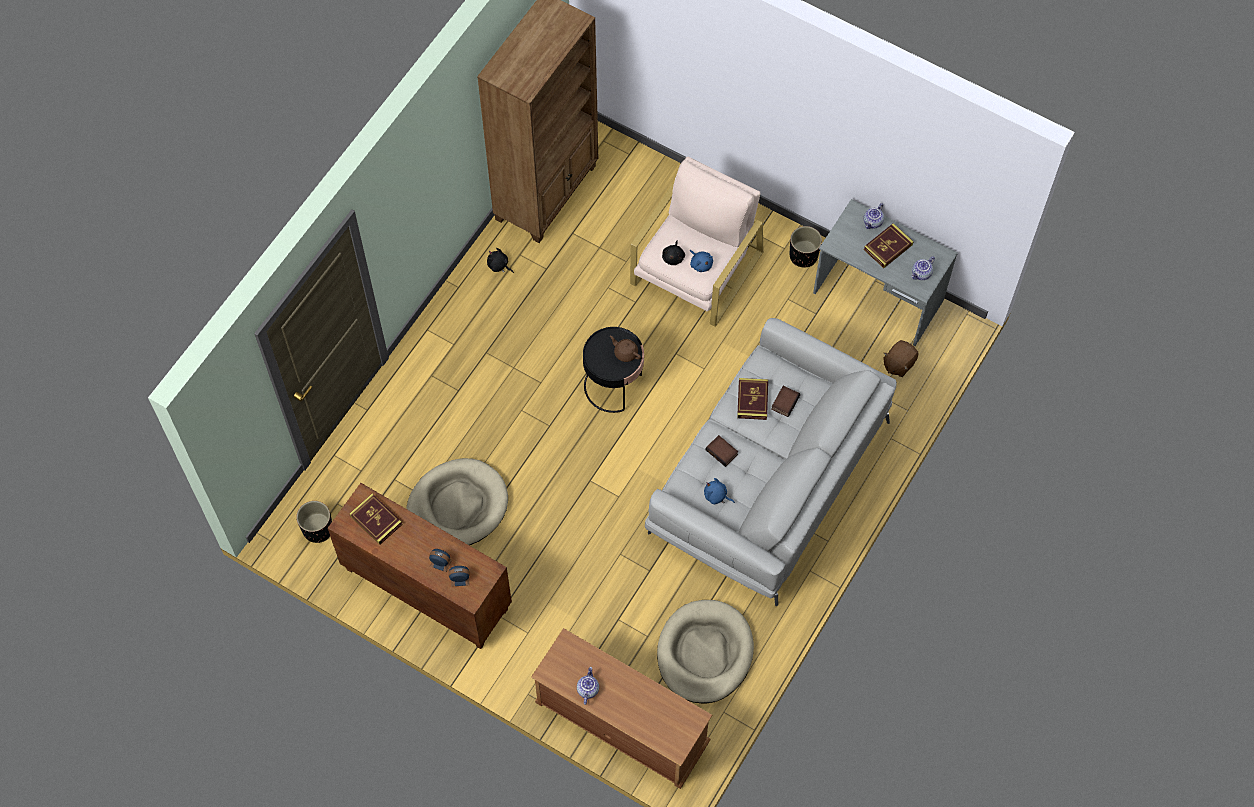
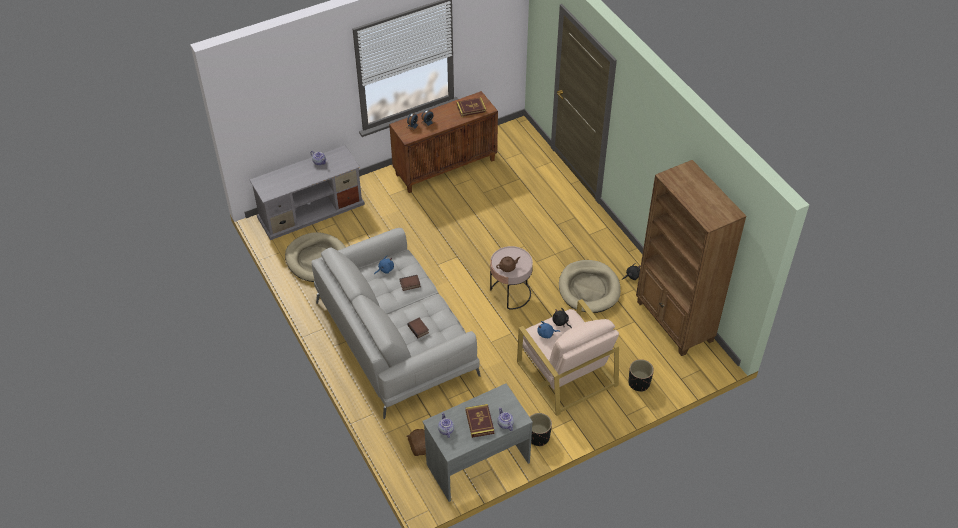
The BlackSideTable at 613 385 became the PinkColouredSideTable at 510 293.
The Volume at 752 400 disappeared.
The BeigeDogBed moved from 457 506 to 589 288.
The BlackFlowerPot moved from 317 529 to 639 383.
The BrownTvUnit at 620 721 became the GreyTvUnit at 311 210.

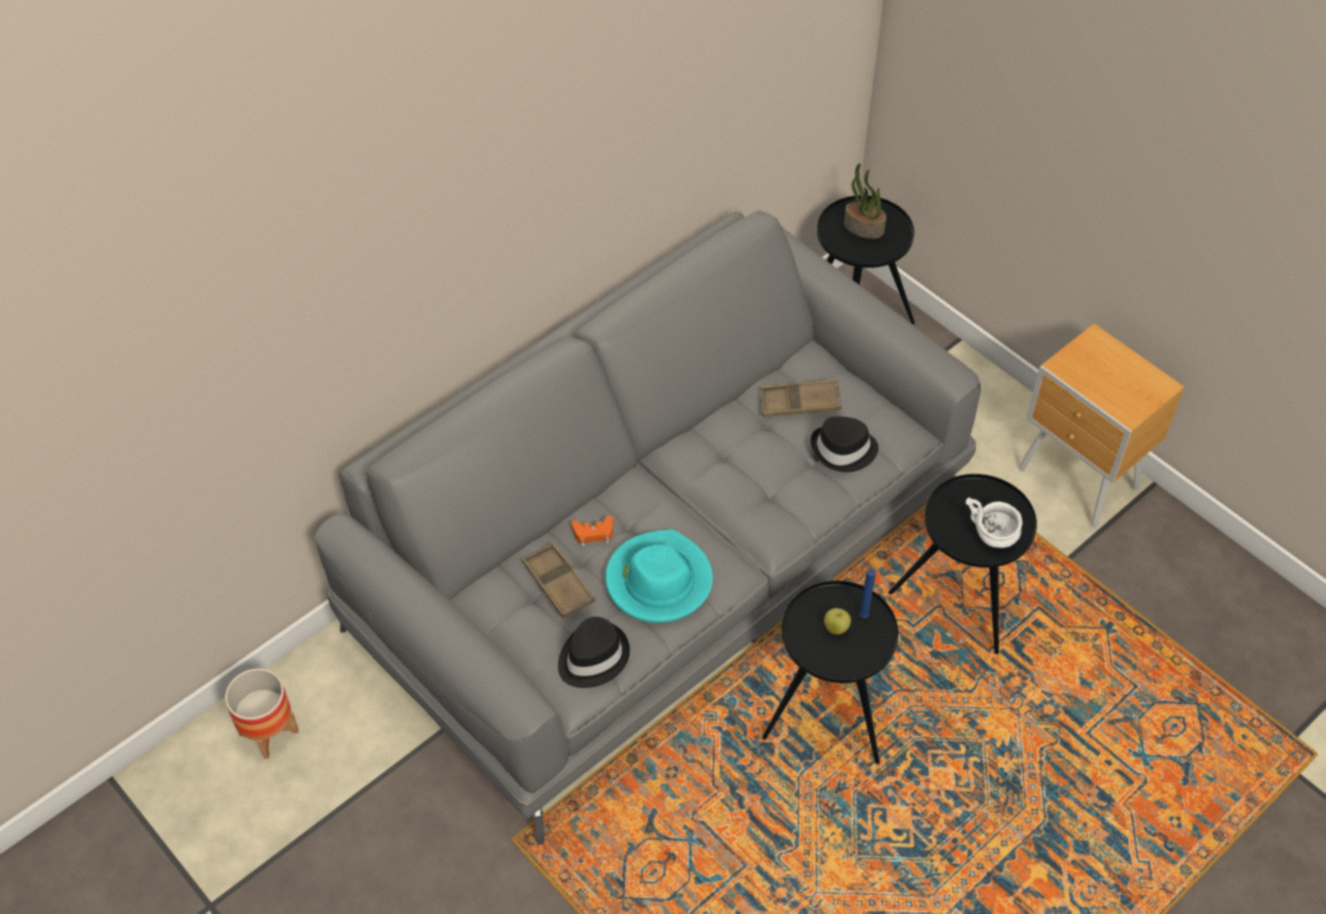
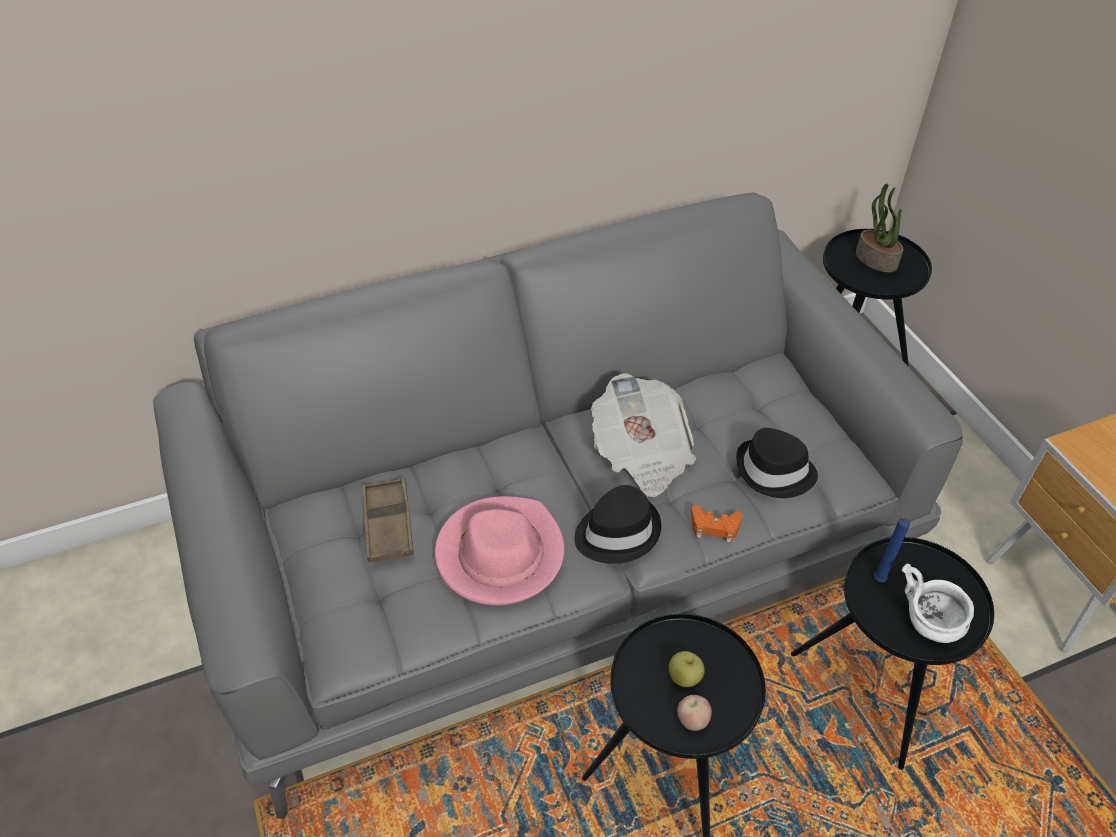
The BrownTray at 800 403 disappeared.
The OrangeyGamepad moved from 593 533 to 714 527.
The TurquoiseWearableHat at 658 580 became the PinkColouredWearableHat at 499 553.
The BlueColouredCandle moved from 861 615 to 877 578.
The BlackWearableHat moved from 592 657 to 617 531.
The FlowerPot at 269 732 disappeared.
The DailyPaper at 642 454 appeared.
The WholeApple at 692 720 appeared.

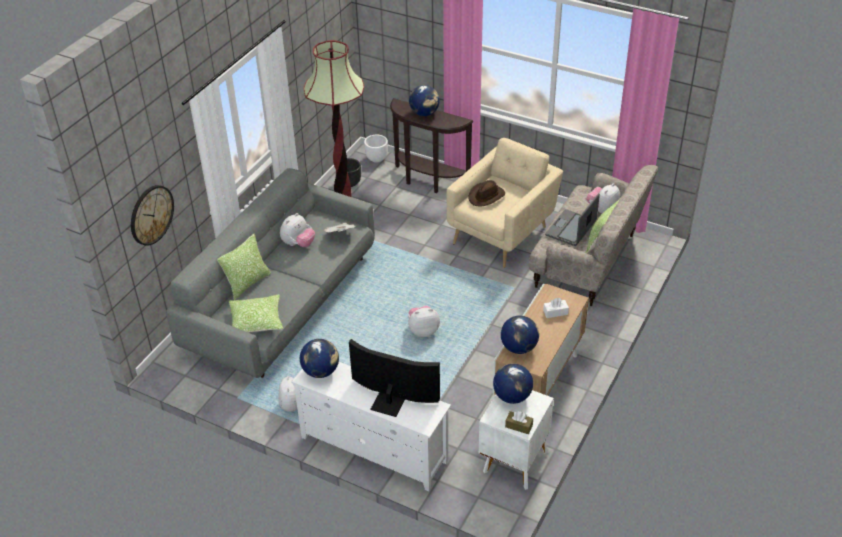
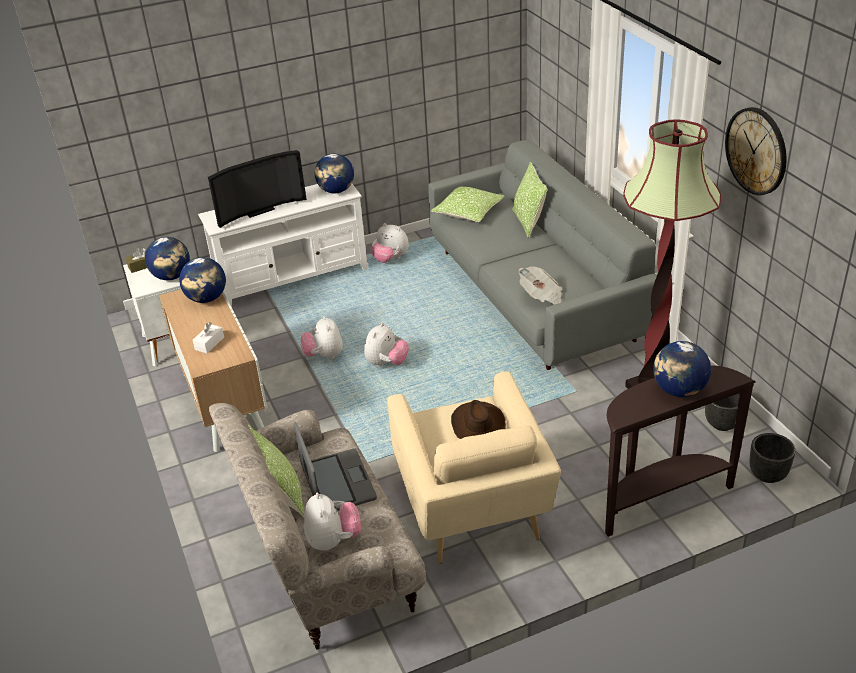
The WhitishFlowerPot at 377 158 became the BlackFlowerPot at 767 475.
The HangingClock moved from 151 215 to 756 151.
The SoftToy moved from 298 244 to 324 356.

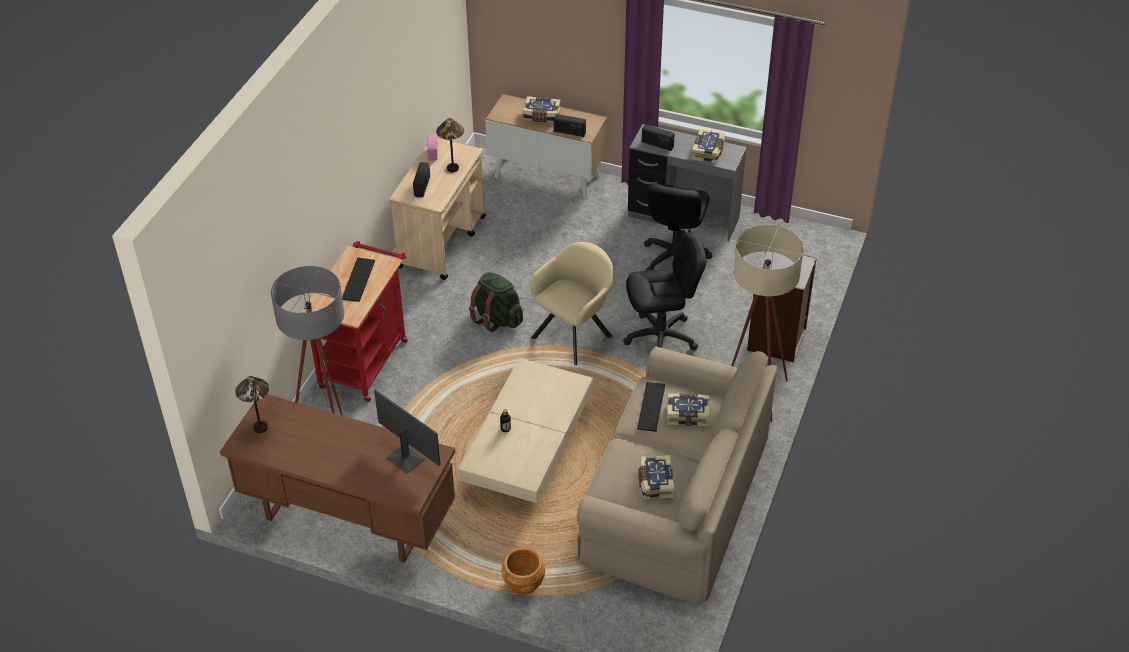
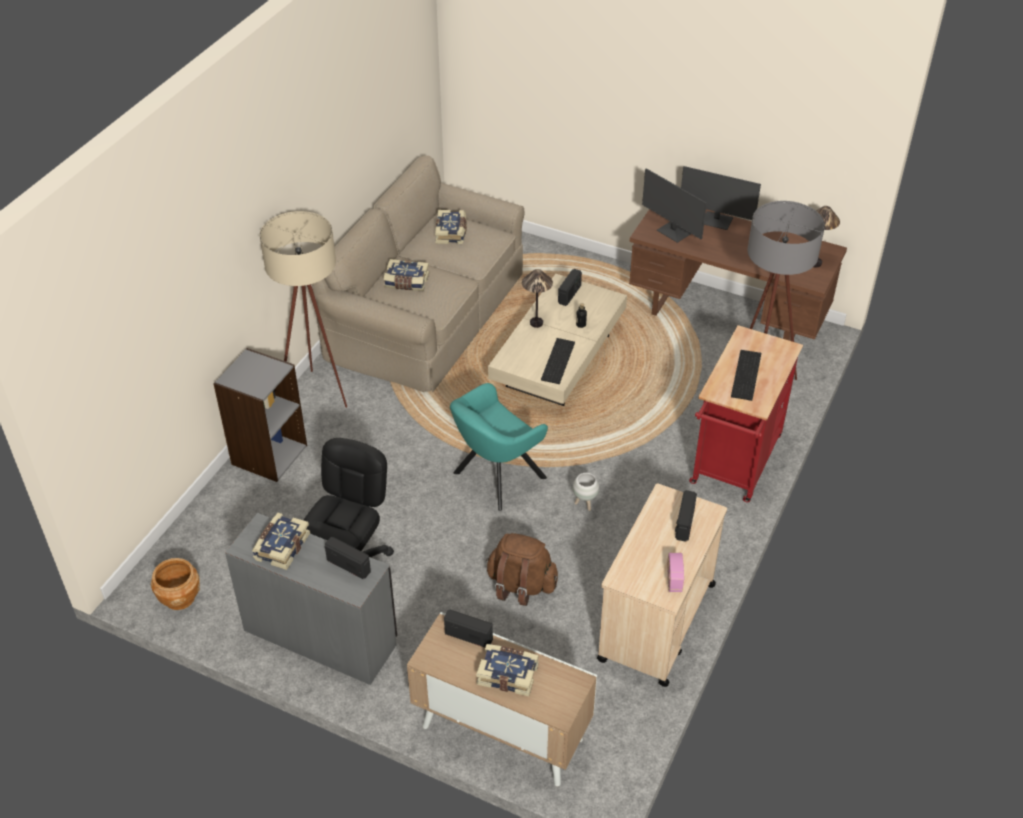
The TabletopLamp moved from 452 168 to 536 323.
The BlackComputerChair at 661 338 disappeared.
The BeigeArmchair at 575 334 became the TurquoiseArmchair at 495 477.
The GreenRucksack at 497 318 was replaced by the WhitishFlowerPot at 585 504.
The Keyboard moved from 652 407 to 557 360.
The BrownFlowerPot moved from 524 583 to 179 597.
The ComputerDisplay at 716 221 appeared.
The RadioReceiver at 569 294 appeared.
The BrownRucksack at 521 585 appeared.

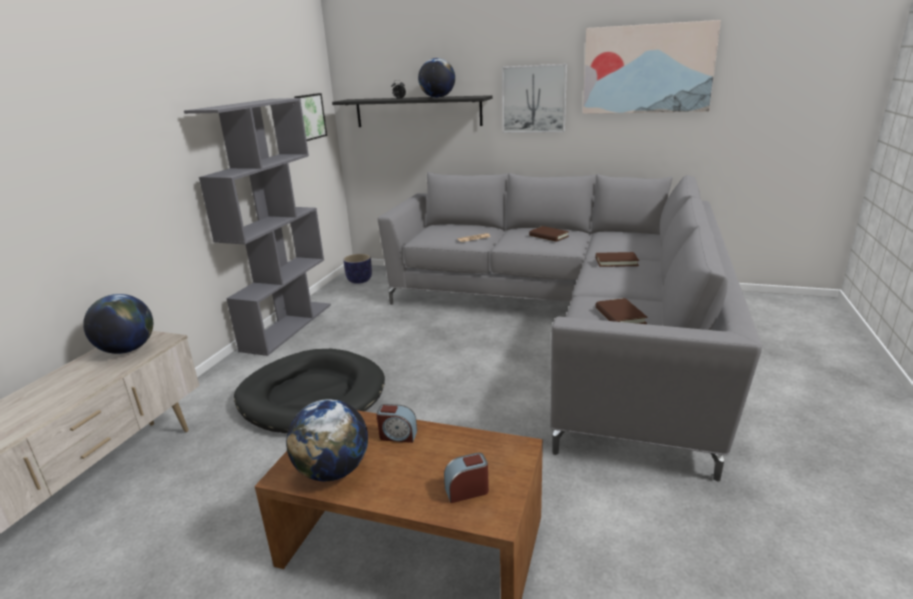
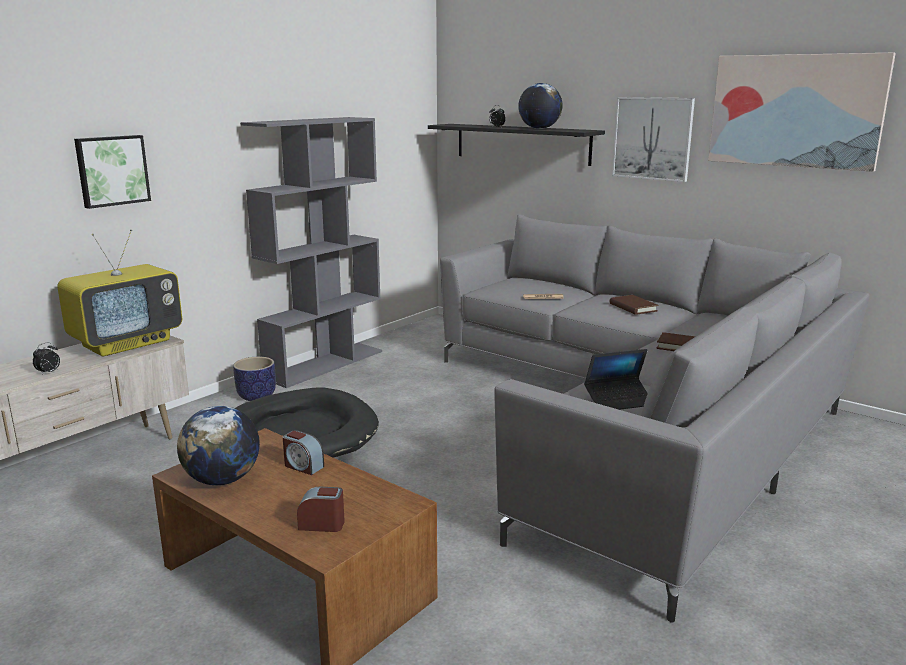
The WallArt moved from 309 117 to 112 170.
The FlowerPot moved from 359 280 to 256 396.
The Globe at 127 349 was replaced by the Tv at 127 343.
The BrownVolume at 620 316 was replaced by the NotebookComputer at 618 401.
The BedsideClock at 49 372 appeared.

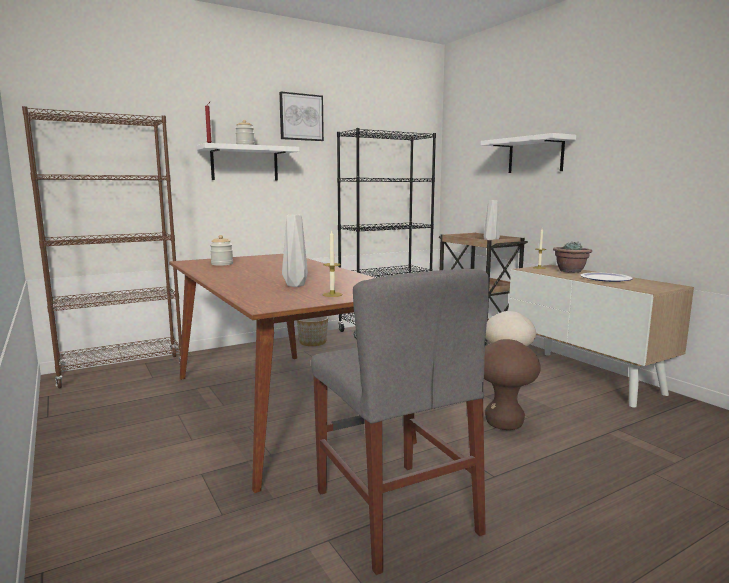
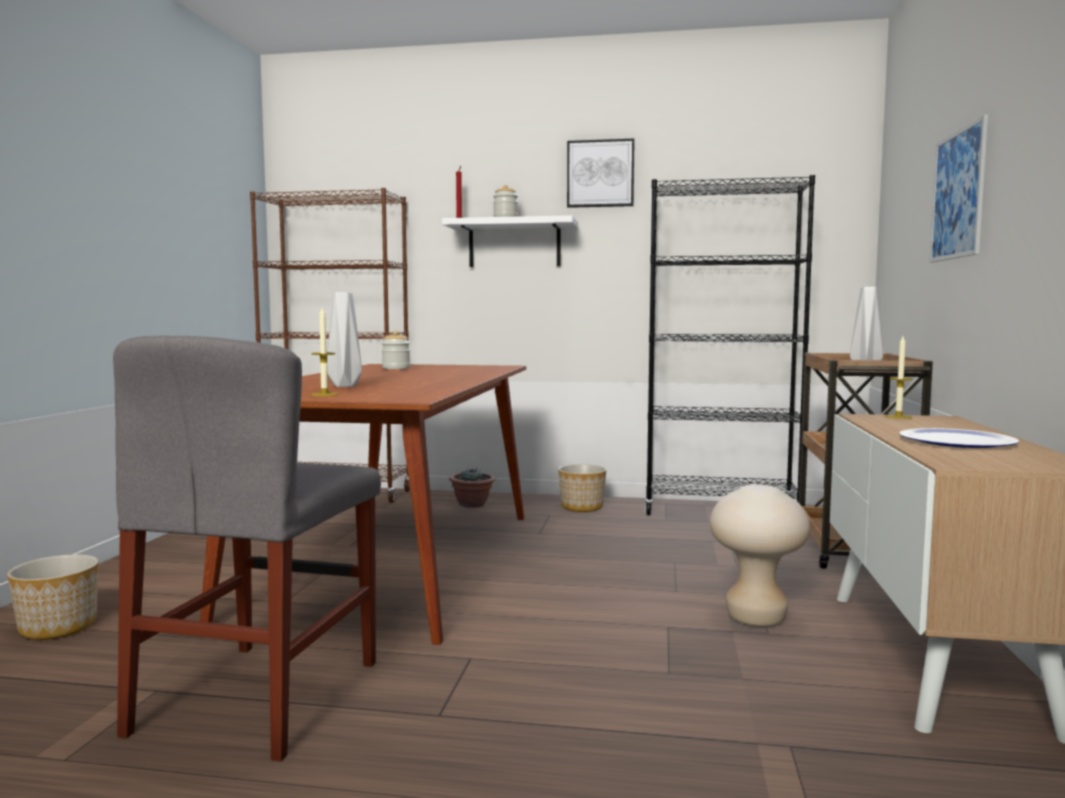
The WhitishWallShelf at 535 155 was replaced by the WallArt at 957 195.
The PottedPlant moved from 570 271 to 472 505.
The BrownStool at 504 424 disappeared.
The FlowerPot at 59 628 appeared.

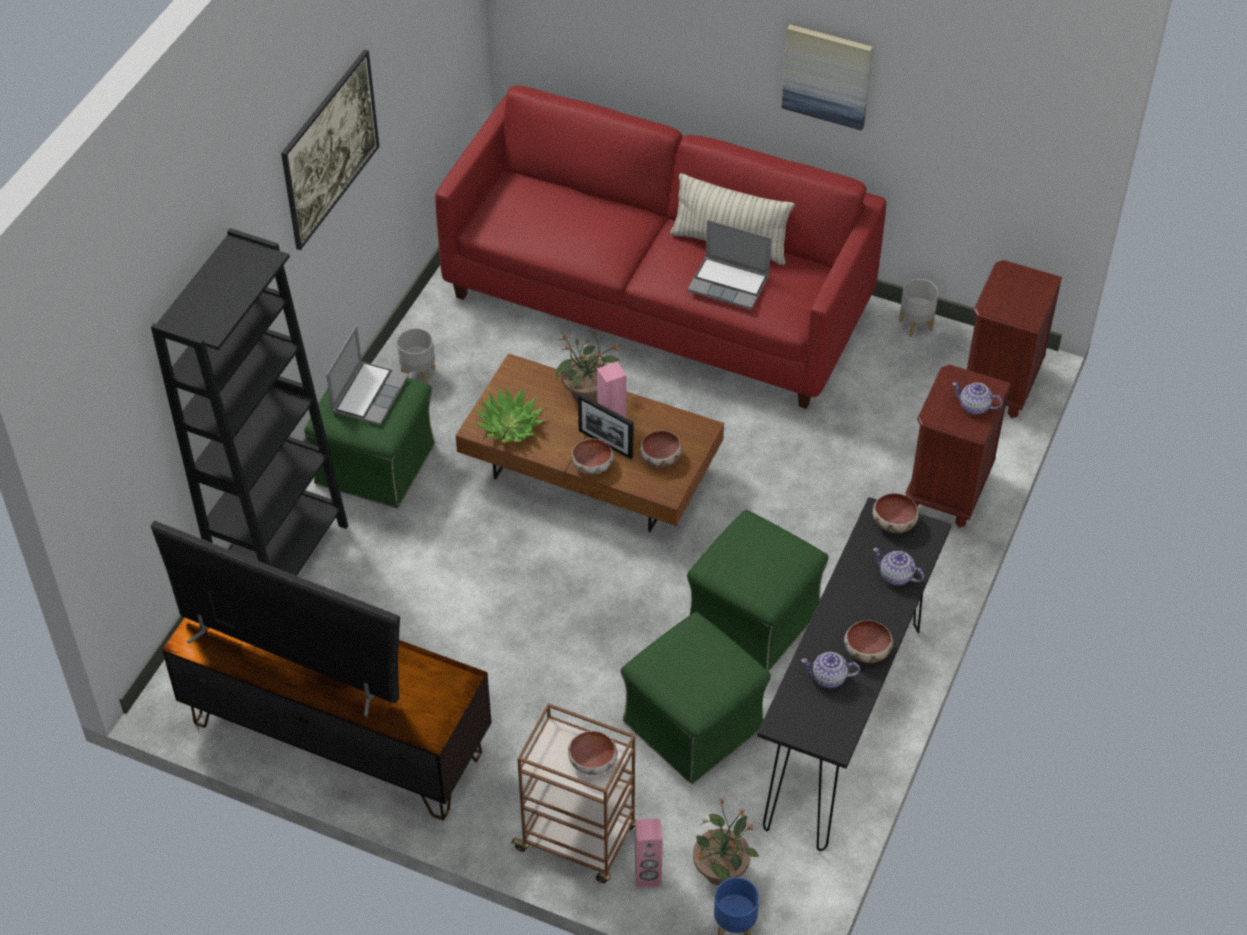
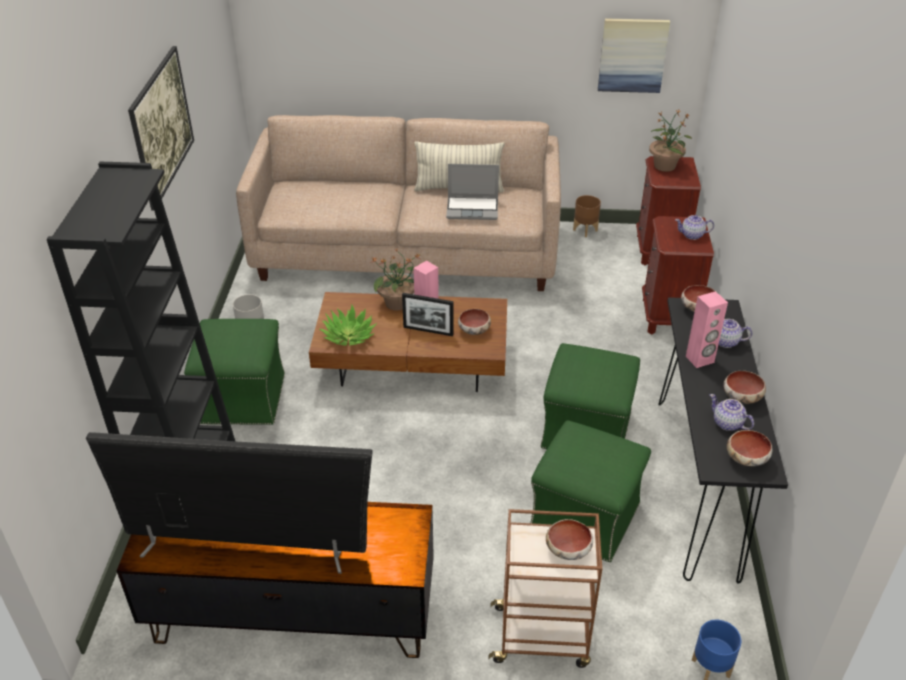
The WallArt moved from 827 75 to 632 55.
The RedSettee at 658 299 became the BeigeSettee at 407 252.
The GreyFlowerPot at 916 325 became the BrownFlowerPot at 585 230.
The NotebookComputer at 369 394 disappeared.
The Bowl moved from 593 465 to 747 457.
The PotForTea at 829 678 turned 60 degrees clockwise.
The PottedPlant moved from 721 869 to 665 165.
The PinkColouredSpeaker moved from 648 877 to 700 359.

